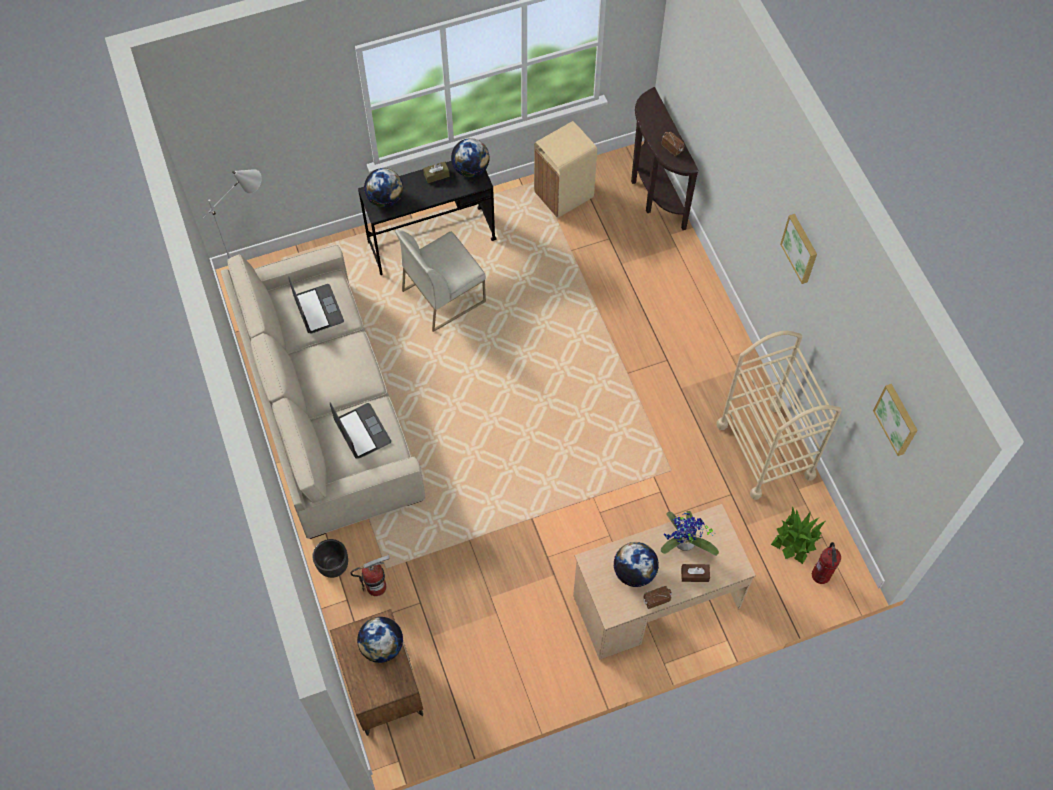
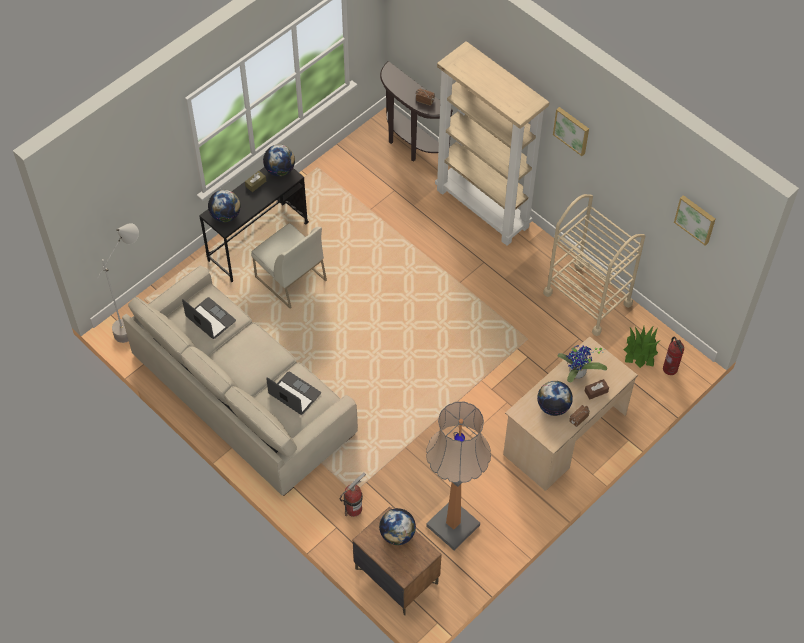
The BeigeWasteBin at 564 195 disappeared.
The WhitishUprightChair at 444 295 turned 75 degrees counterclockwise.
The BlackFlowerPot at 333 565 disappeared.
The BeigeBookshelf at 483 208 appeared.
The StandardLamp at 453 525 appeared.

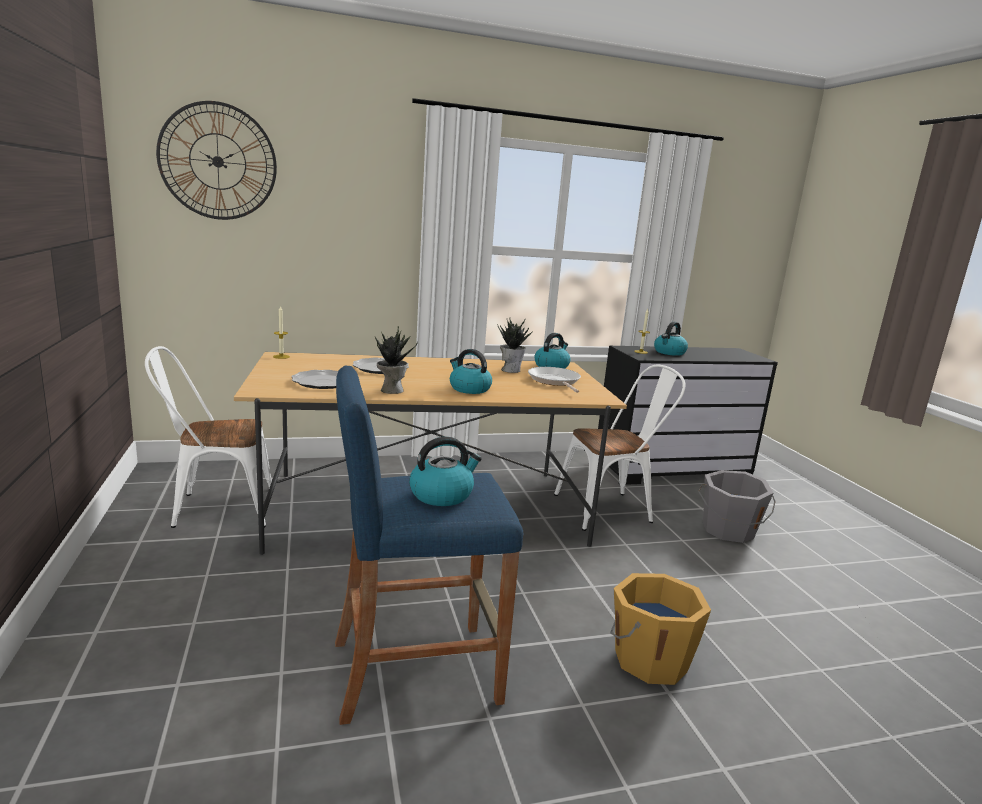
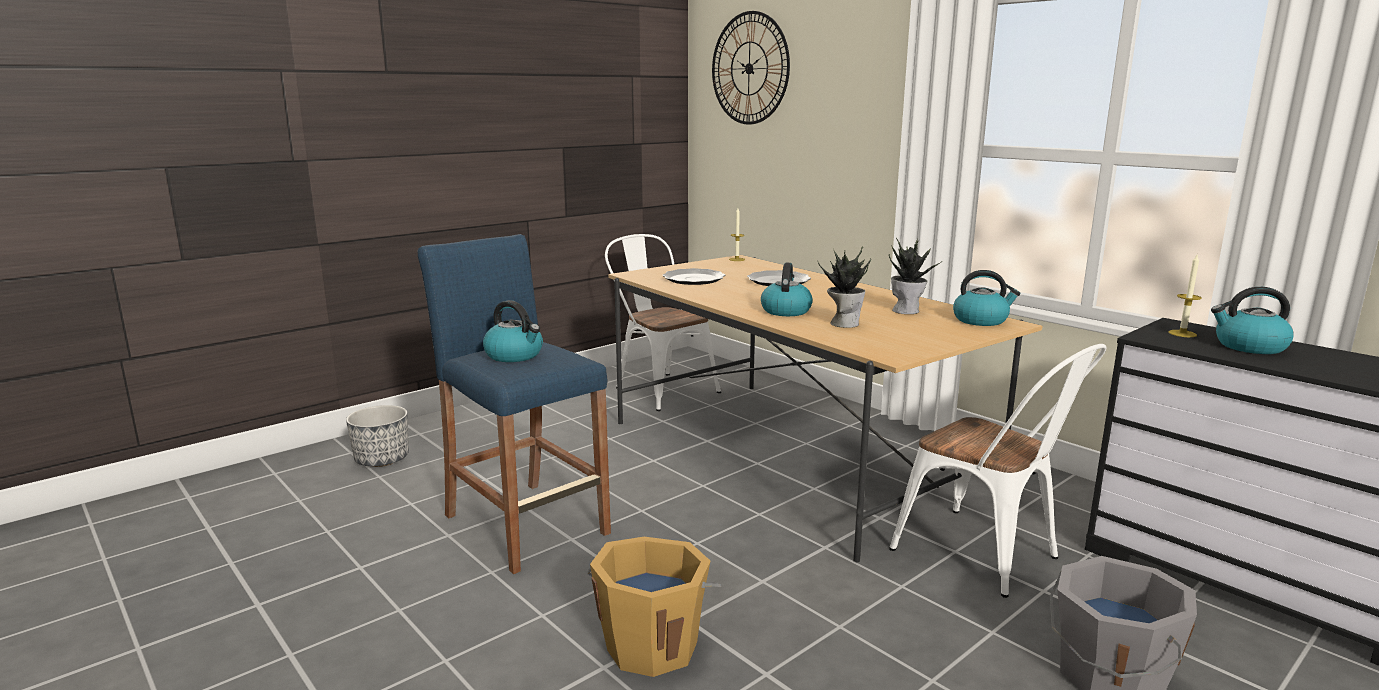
The PottedPlant moved from 391 390 to 844 323.
The Skillet at 554 381 disappeared.
The FlowerPot at 382 459 appeared.

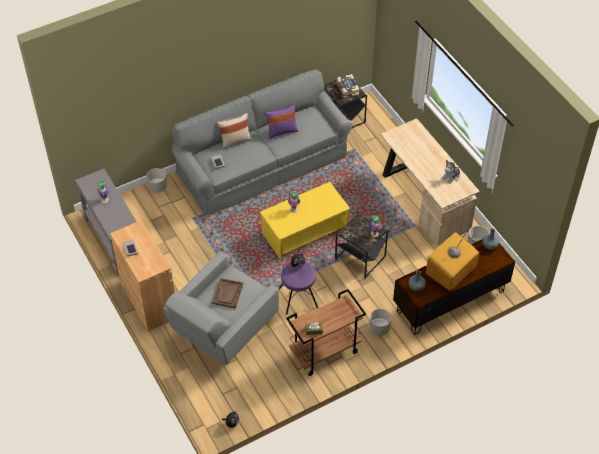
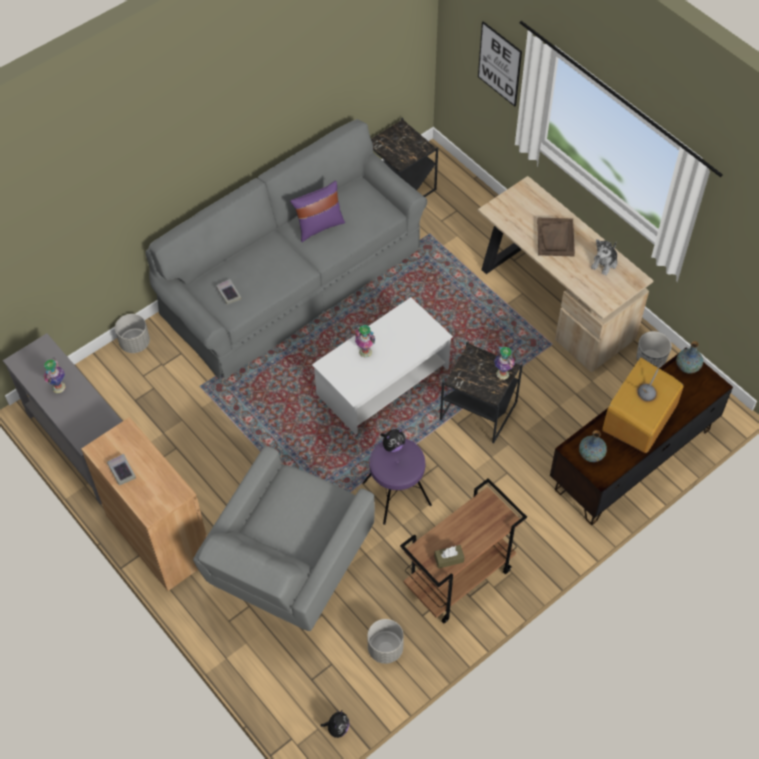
The Volume at 347 89 disappeared.
The BeigePillow at 235 140 disappeared.
The YellowLoungeTable at 305 231 became the WhitishLoungeTable at 383 381.
The BrownTray moved from 227 294 to 555 238.
The GreyFlowerPot moved from 379 328 to 385 649.
The WallArt at 499 64 appeared.

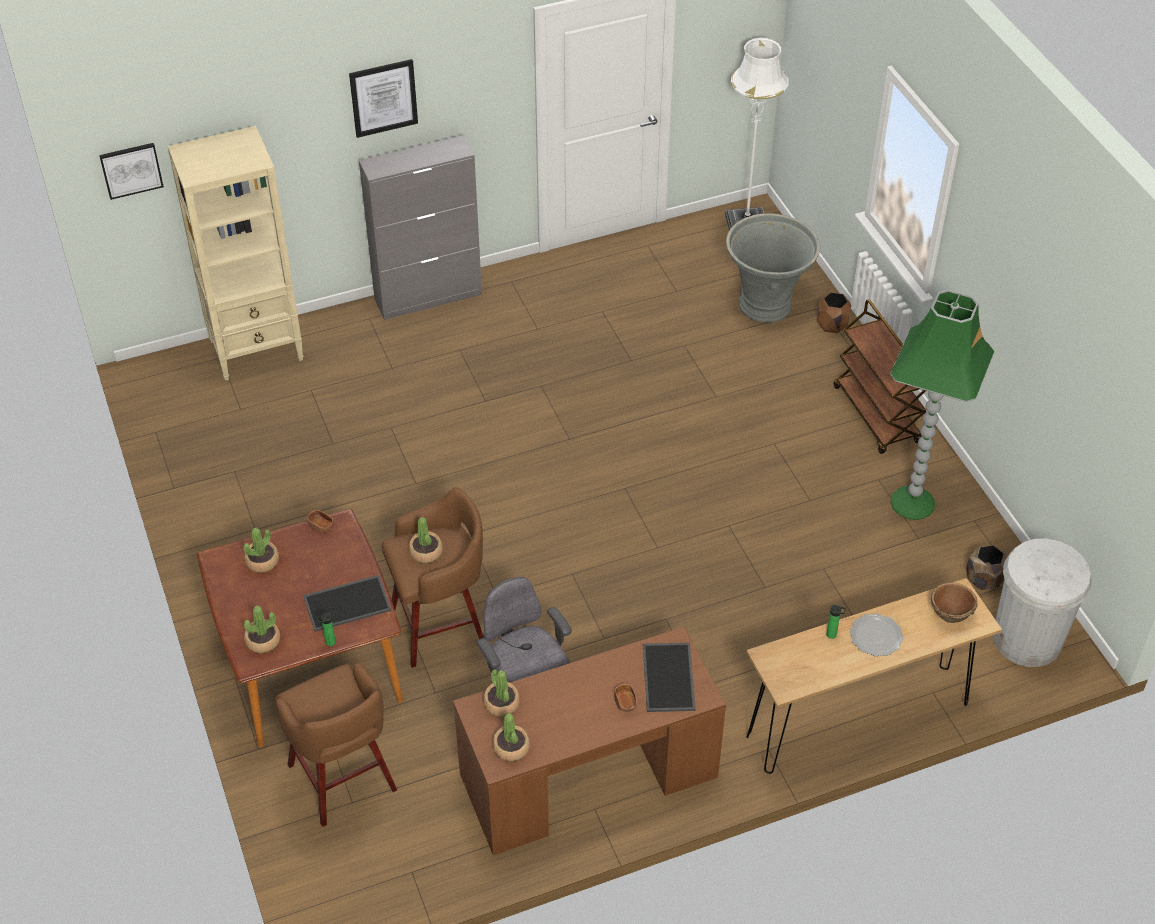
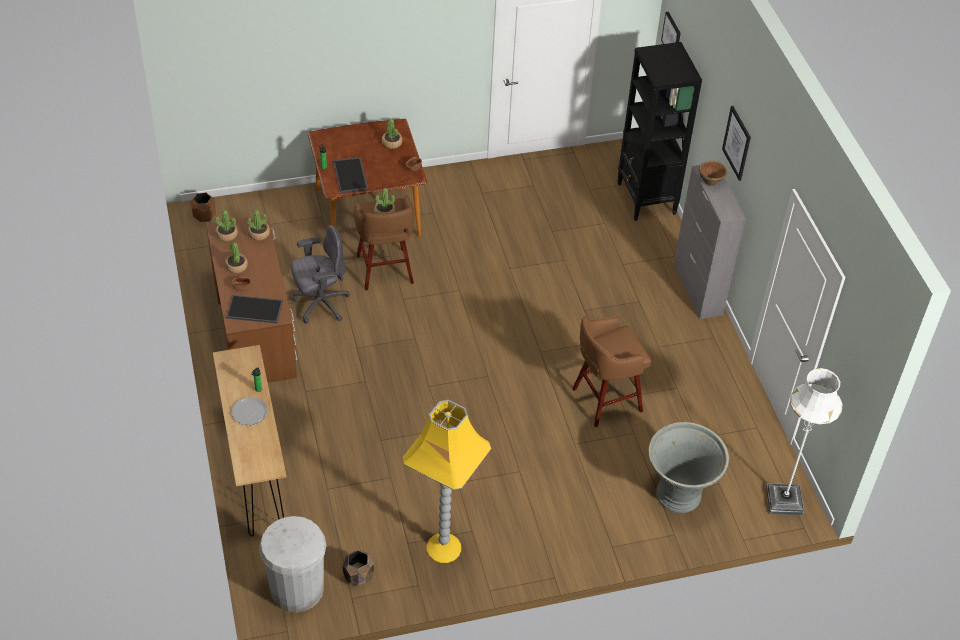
The BeigeBookshelf at 257 350 became the BlackBookshelf at 646 199.
The GreenStandardLamp at 913 502 became the YellowStandardLamp at 444 548.
The BrownFlowerPot moved from 831 325 to 204 216.
The BrownWheeledCart at 877 415 disappeared.
The BrownBowl moved from 950 614 to 711 181.
The PottedPlant moved from 263 641 to 236 266.
The BrownStool moved from 343 780 to 604 400.

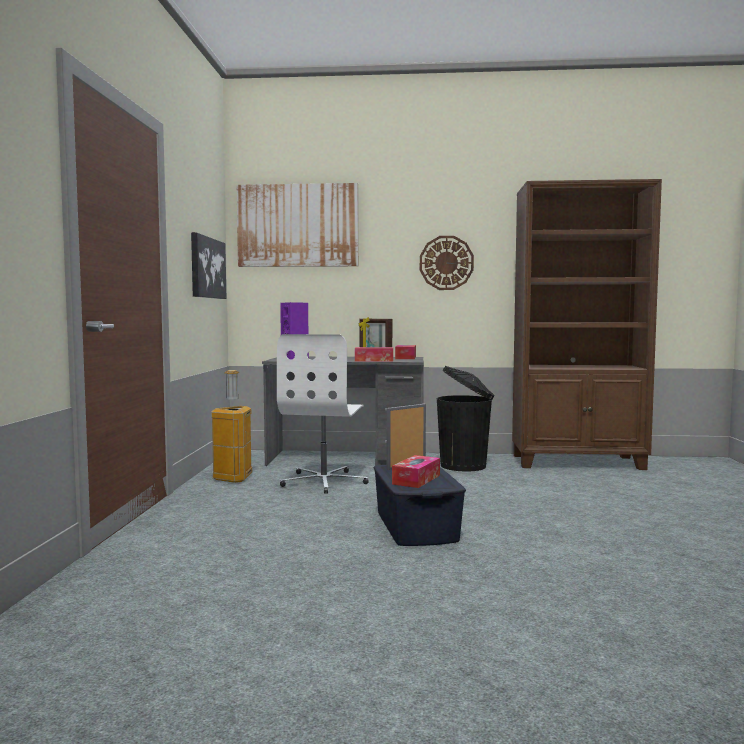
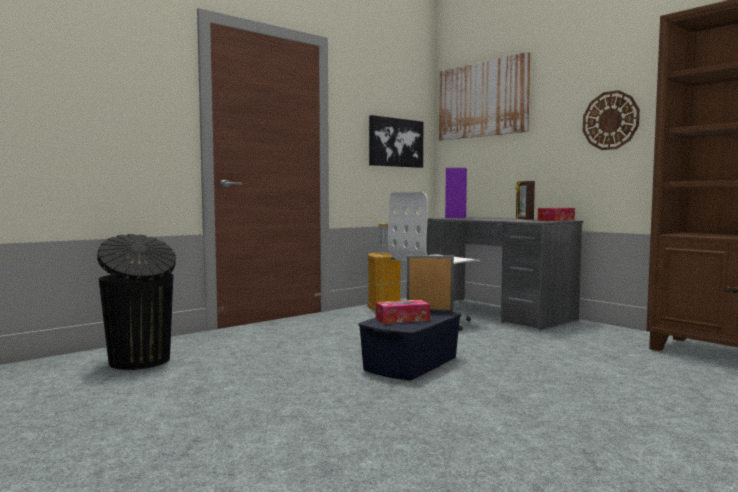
The TissueBox at 374 360 disappeared.
The BlackWasteBin moved from 465 466 to 140 361.

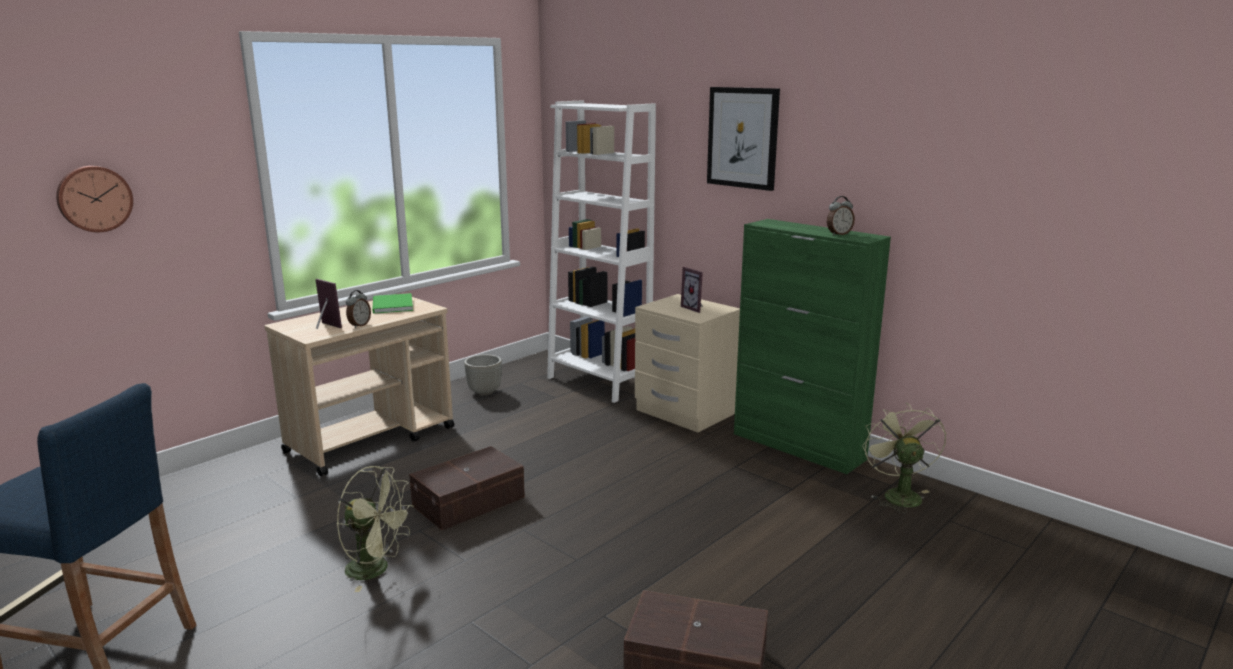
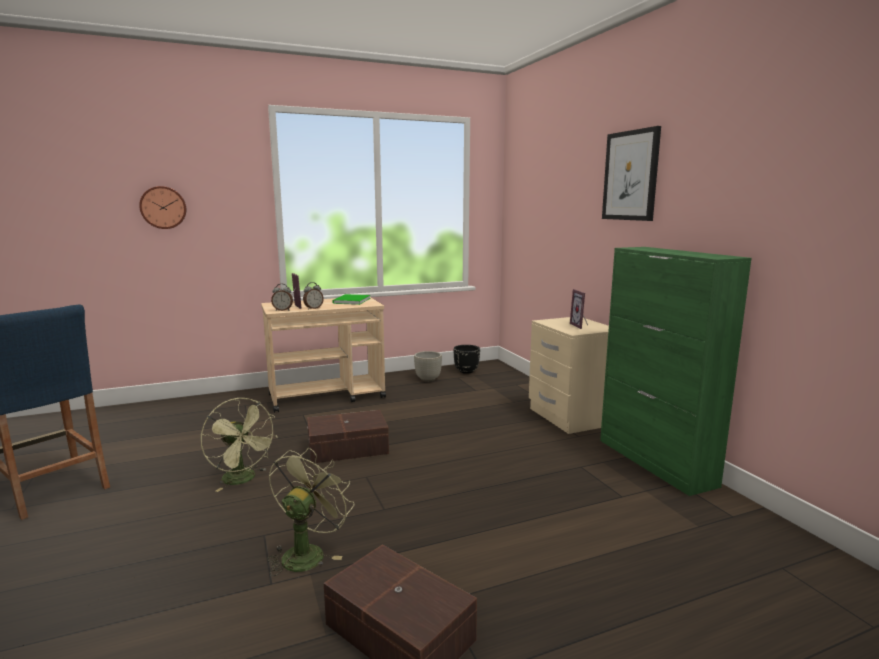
The WhitishBookshelf at 598 382 disappeared.
The BedsideClock moved from 838 234 to 283 310.
The GreenCoolingFan moved from 898 494 to 307 552.
The BlackFlowerPot at 466 371 appeared.

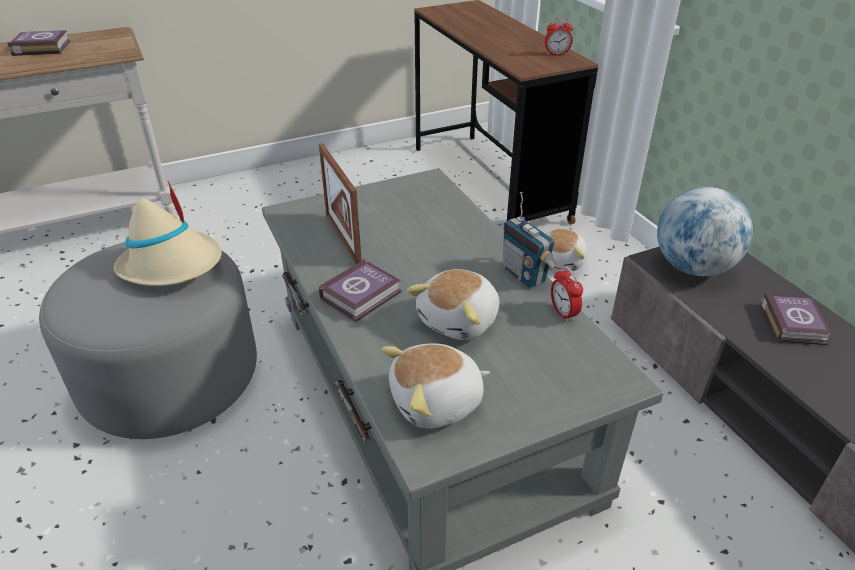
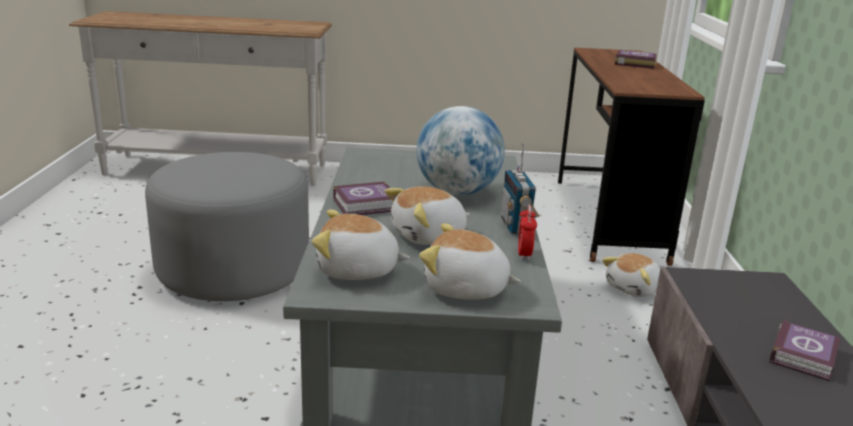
The BedsideClock at 556 54 disappeared.
The Volume moved from 40 48 to 634 63.
The PictureFrame at 343 239 disappeared.
The BeigeWearableHat at 172 265 disappeared.
The Globe moved from 693 267 to 457 192.
The SoftToy at 465 289 appeared.

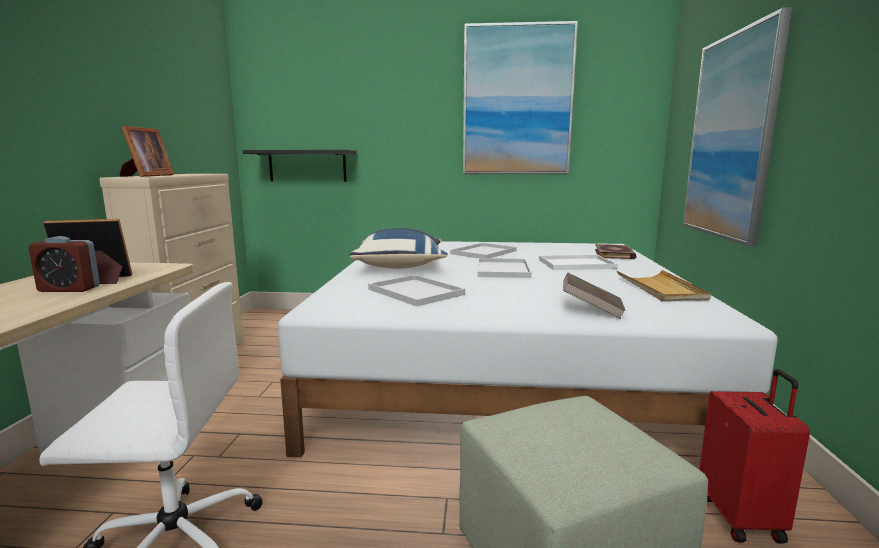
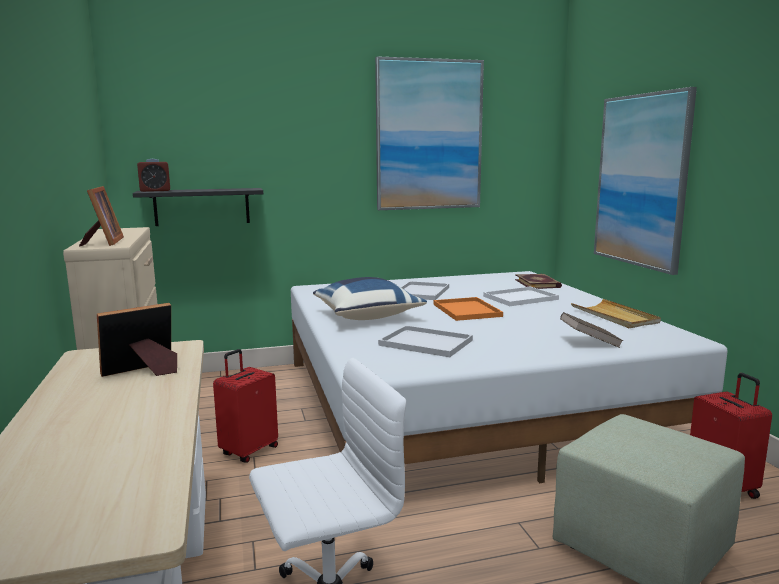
The BedsideClock moved from 69 289 to 155 191.
The WhitishTray at 503 270 became the OrangeyTray at 468 310.
The RedSuitcase at 248 451 appeared.

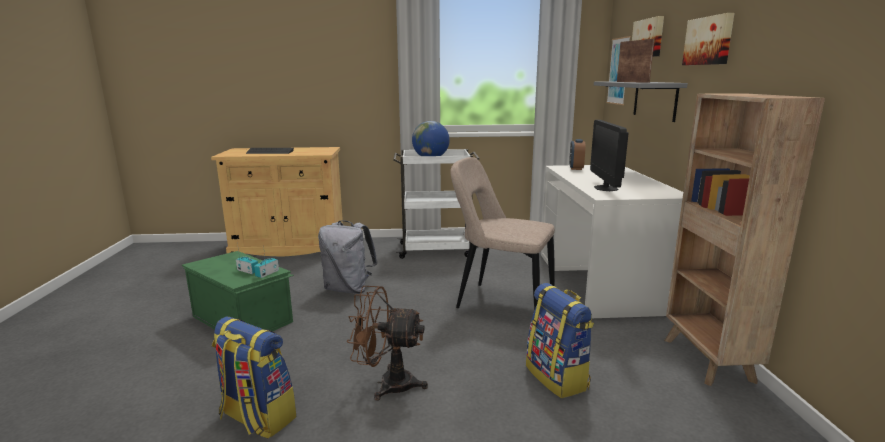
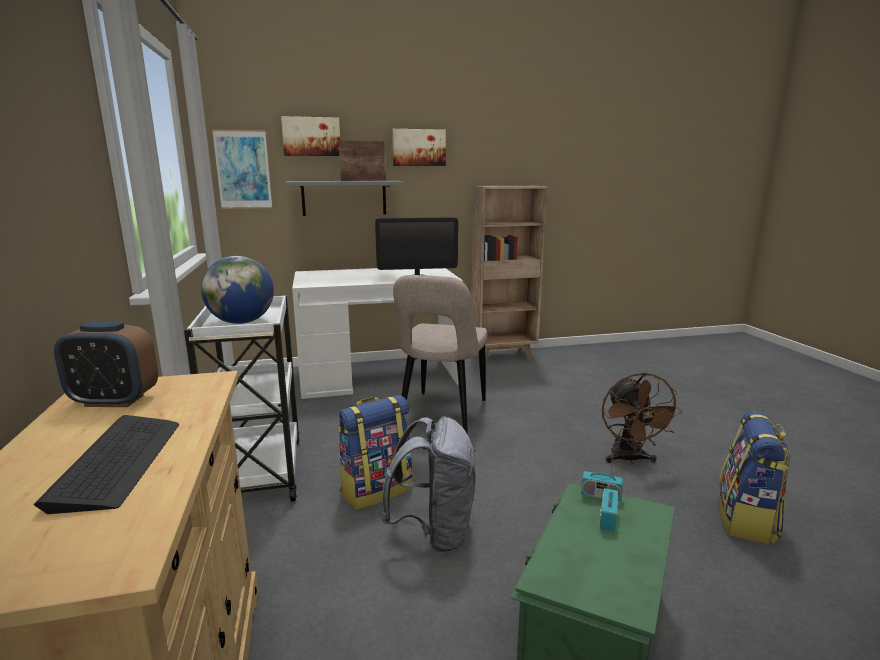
The BedsideClock moved from 576 168 to 114 401.
The Rucksack moved from 558 377 to 376 489.

